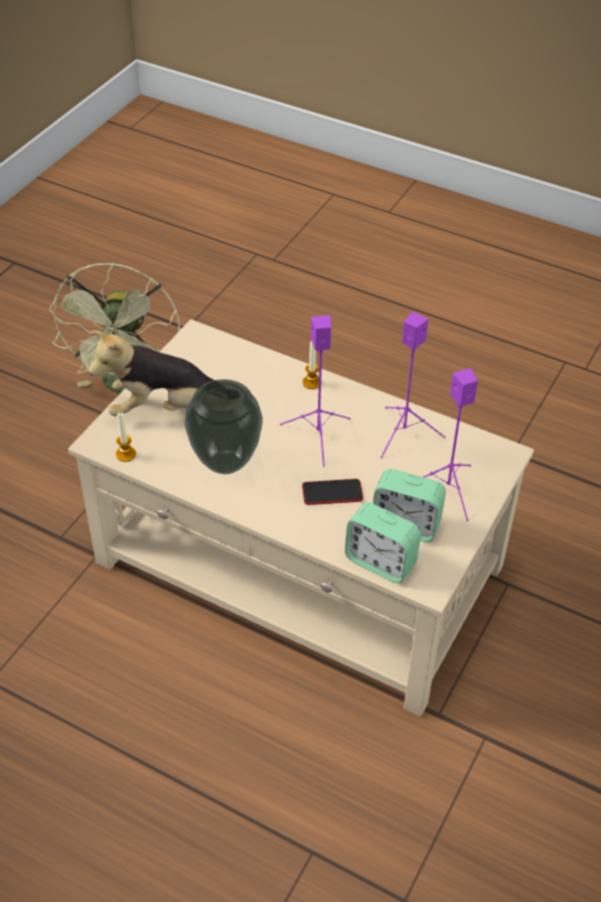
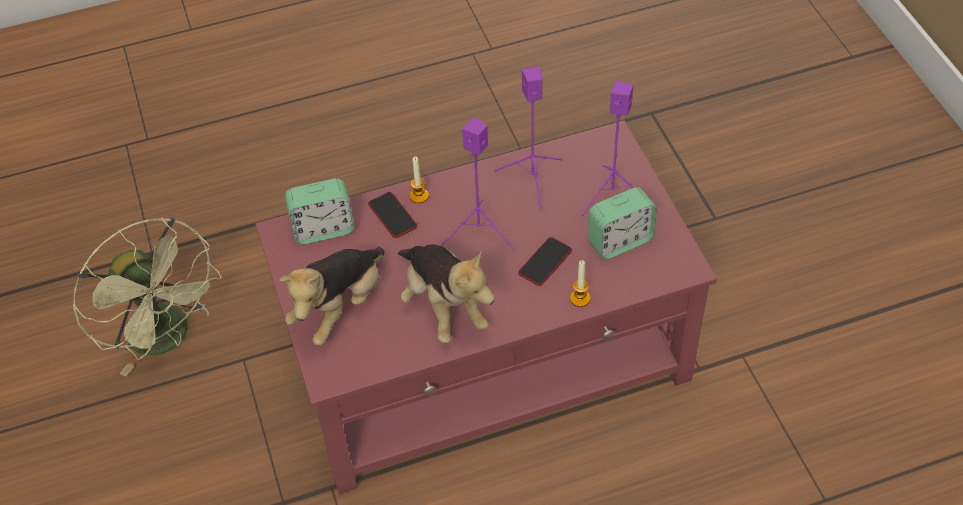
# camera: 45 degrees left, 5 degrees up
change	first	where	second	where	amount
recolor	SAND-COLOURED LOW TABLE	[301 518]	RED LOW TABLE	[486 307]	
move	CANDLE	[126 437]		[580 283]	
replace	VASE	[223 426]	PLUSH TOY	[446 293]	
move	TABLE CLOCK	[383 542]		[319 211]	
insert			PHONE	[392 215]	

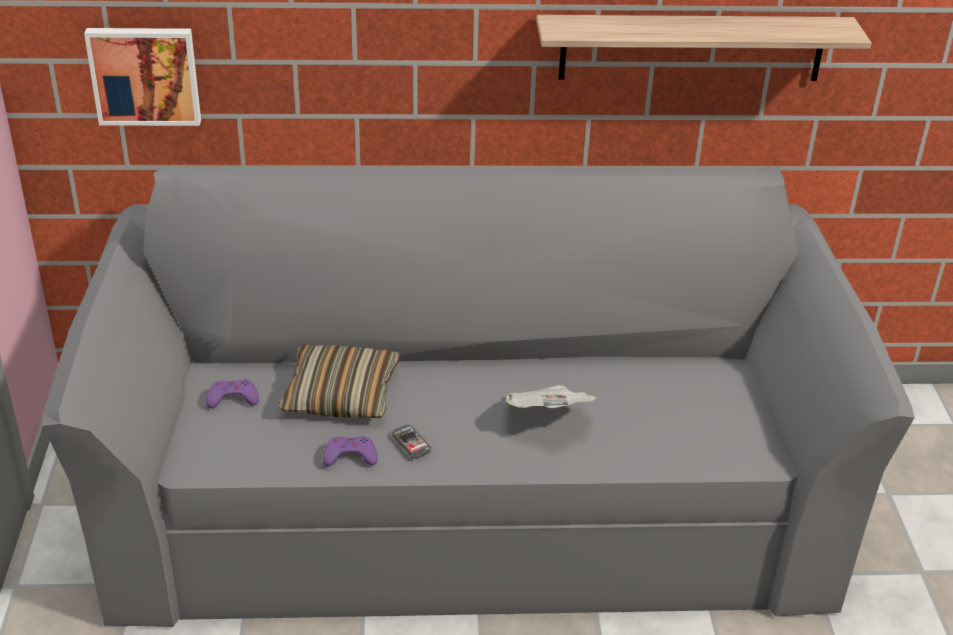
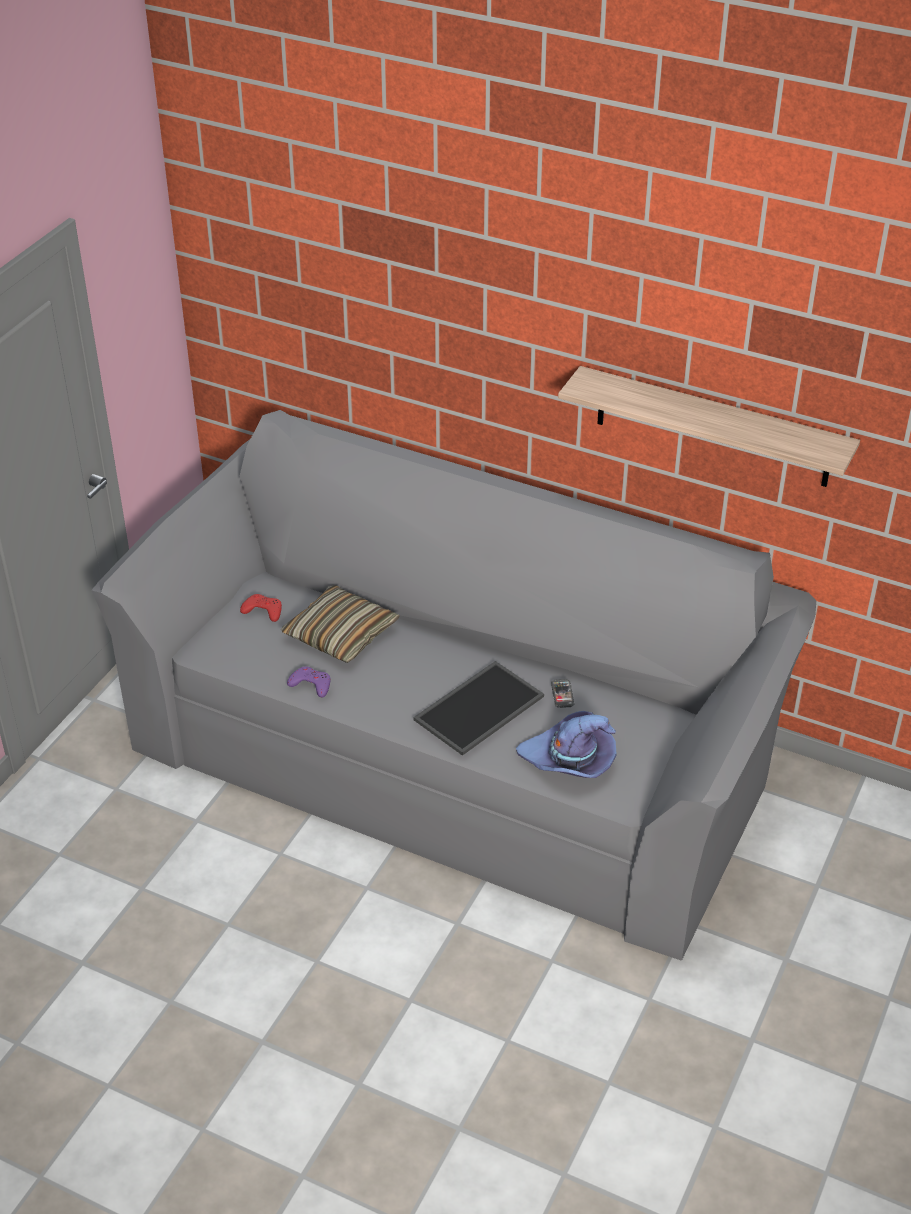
# camera: 30 degrees right, 5 degrees up
change	first	where	second	where	amount
delete	WALL PICTURE	[142 77]			
recolor	PURPLE GAME CONTROLLER	[232 393]	RED GAME CONTROLLER	[261 608]	
move	PHONE	[411 441]		[562 693]	
replace	DAILY PAPER	[551 396]	TRAY	[478 708]	
insert			PURPLE HAT	[566 744]	

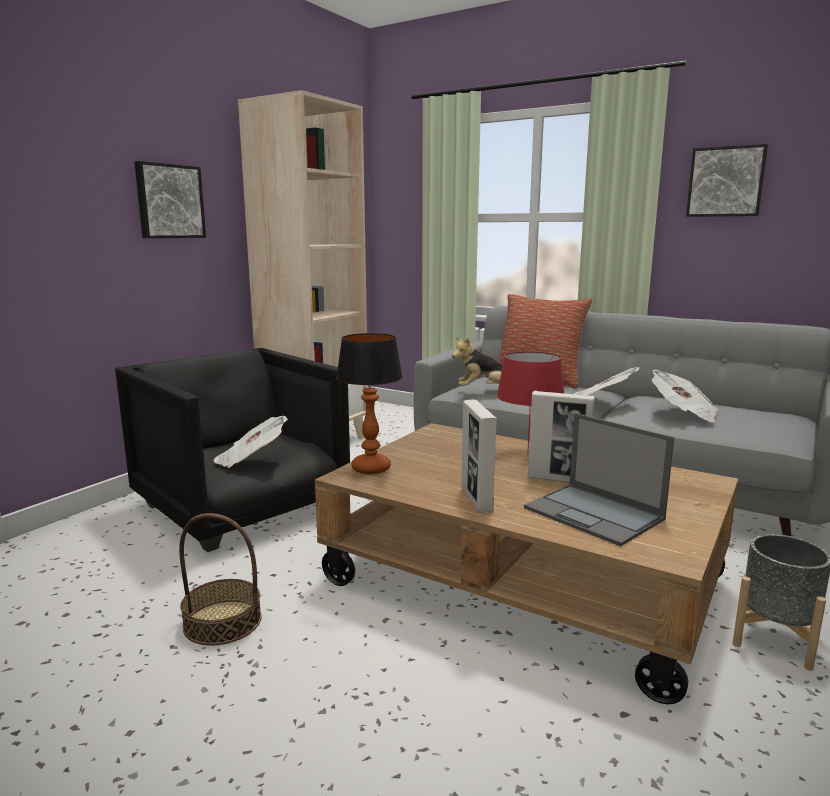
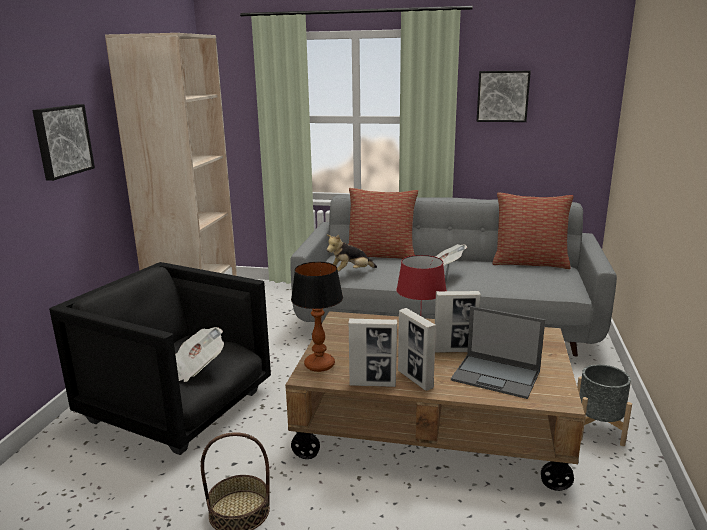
# camera: 20 degrees left, 5 degrees up
change	first	where	second	where	amount
delete	DAILY PAPER	[685 396]			
insert			PHOTO FRAME	[372 352]	
insert			CUSHION	[533 230]	

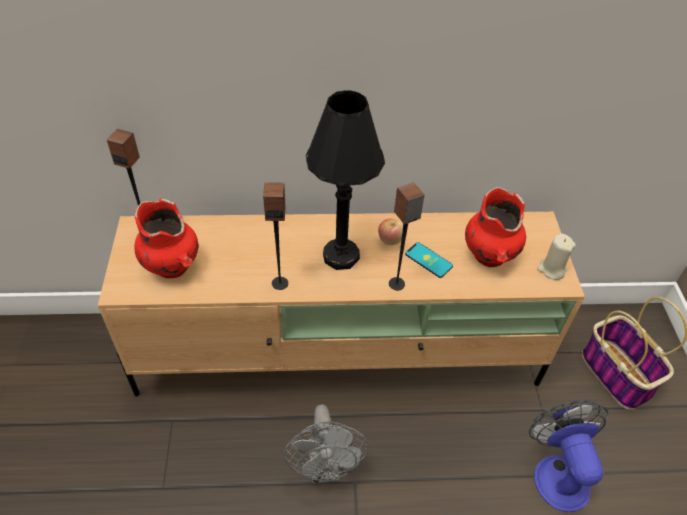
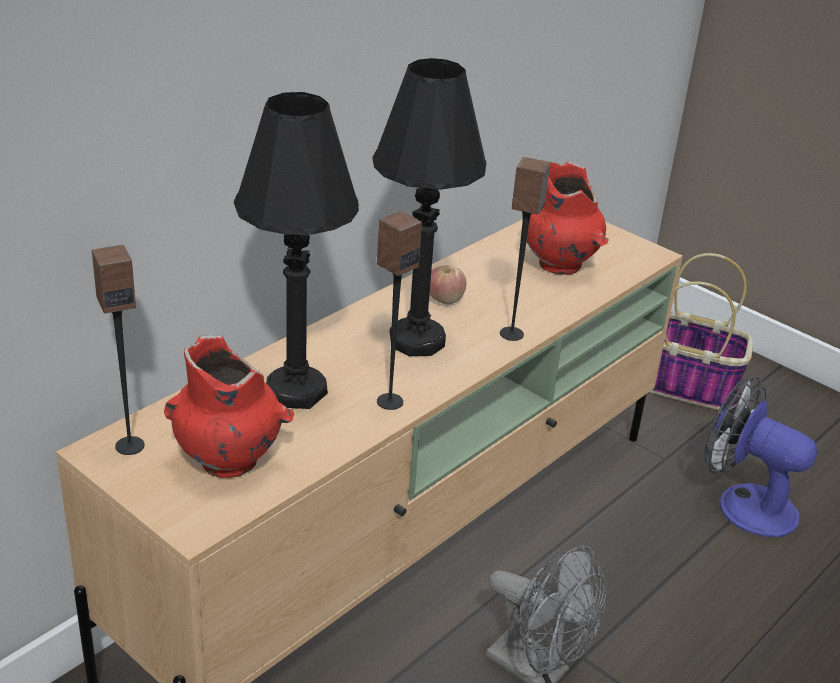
# camera: 45 degrees left, 15 degrees down
change	first	where	second	where	amount
delete	PHONE	[429 260]			
delete	SAND-COLOURED CANDLE	[556 256]			
insert			BLACK TABLE LAMP	[296 250]	

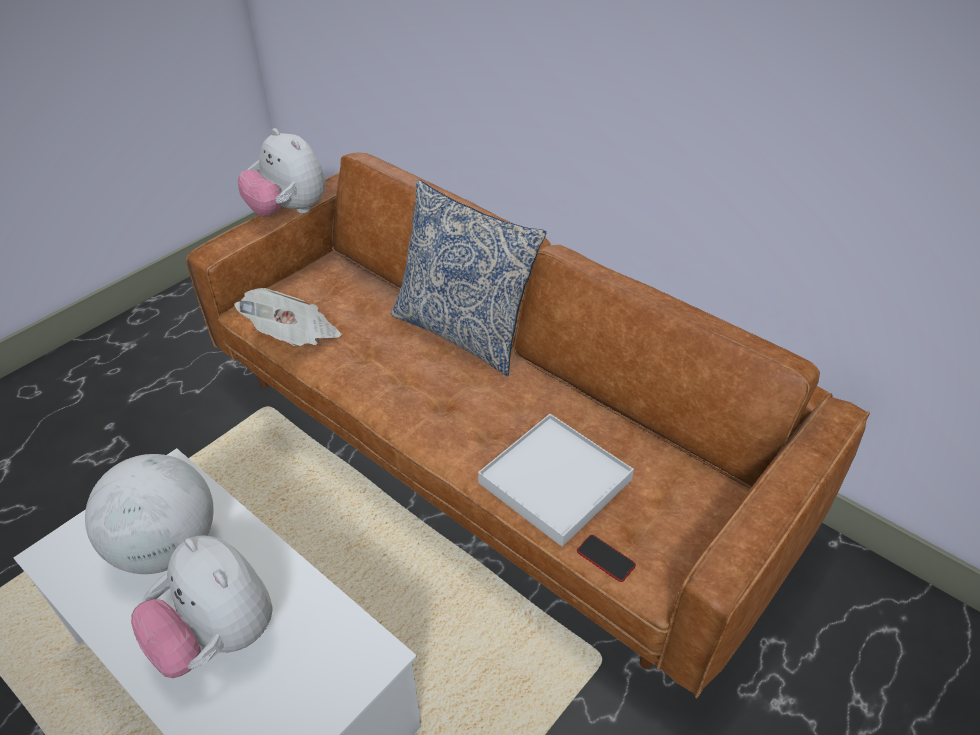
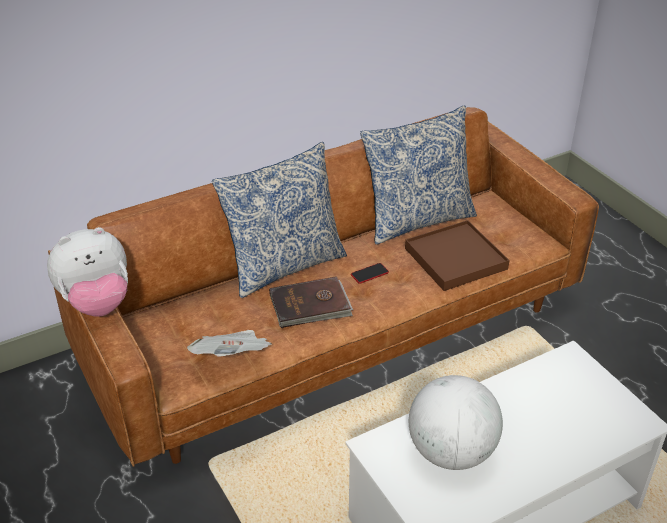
# camera: 70 degrees left, 5 degrees down
change	first	where	second	where	amount
delete	PLUSH TOY	[202 606]			
recolor	WHITE-COLOURED TRAY	[556 480]	BROWNISH TRAY	[457 255]	
move	PHONE	[606 558]		[370 273]	
insert			BROWNISH VOLUME	[311 302]	
insert			CUSHION	[418 175]	

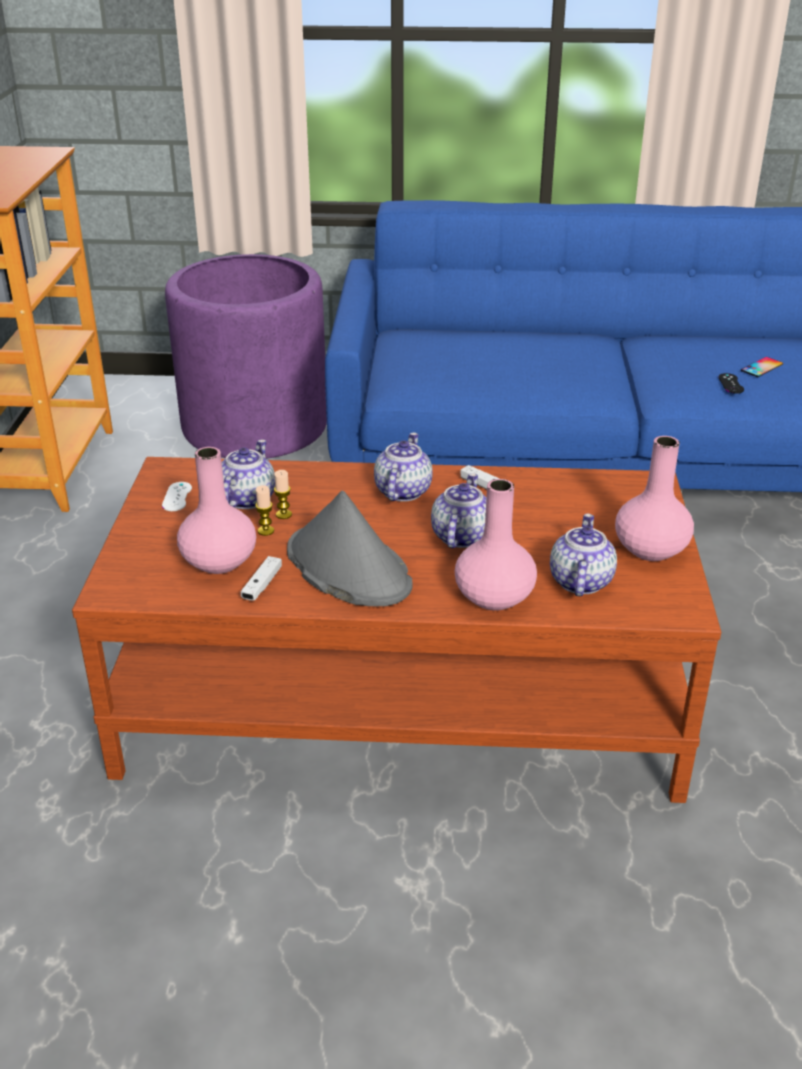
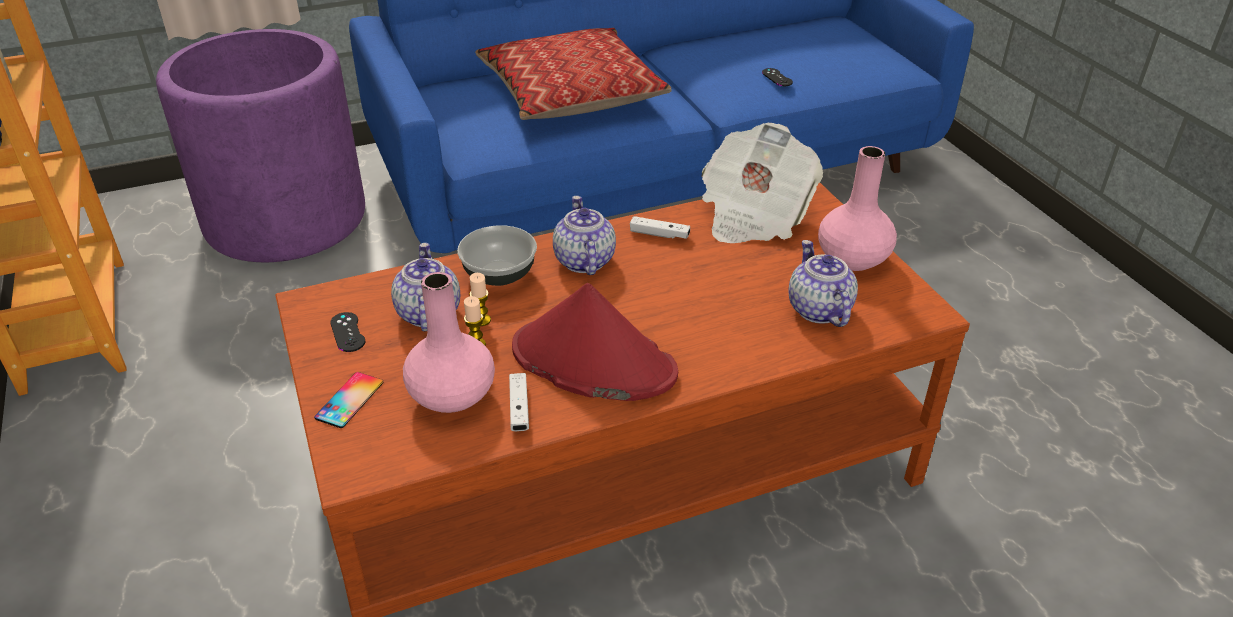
# camera: 25 degrees left, 5 degrees up
change	first	where	second	where	amount
recolor	WHITE-COLOURED GAME CONTROLLER	[177 496]	BLACK GAME CONTROLLER	[347 332]	
recolor	GRAY HAT	[349 548]	RED HAT	[595 342]	
delete	POT FOR TEA	[458 510]			
delete	PINK VASE	[496 545]			
move	PHONE	[762 367]		[349 400]	
insert			DEEP DISH	[497 255]	
insert			CUSHION	[573 74]	
insert			DAILY PAPER	[762 183]	

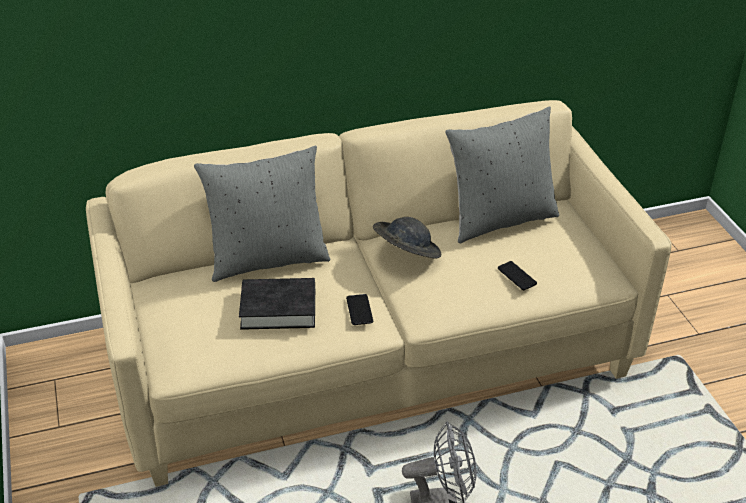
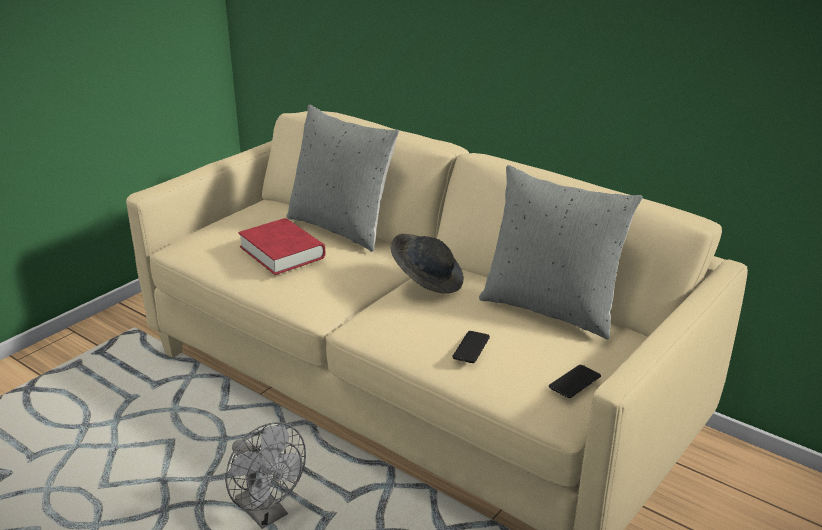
# camera: 55 degrees right, 10 degrees down
change	first	where	second	where	amount
recolor	BLACK VOLUME	[277 304]	RED VOLUME	[281 246]	
move	PHONE	[360 309]		[575 381]	

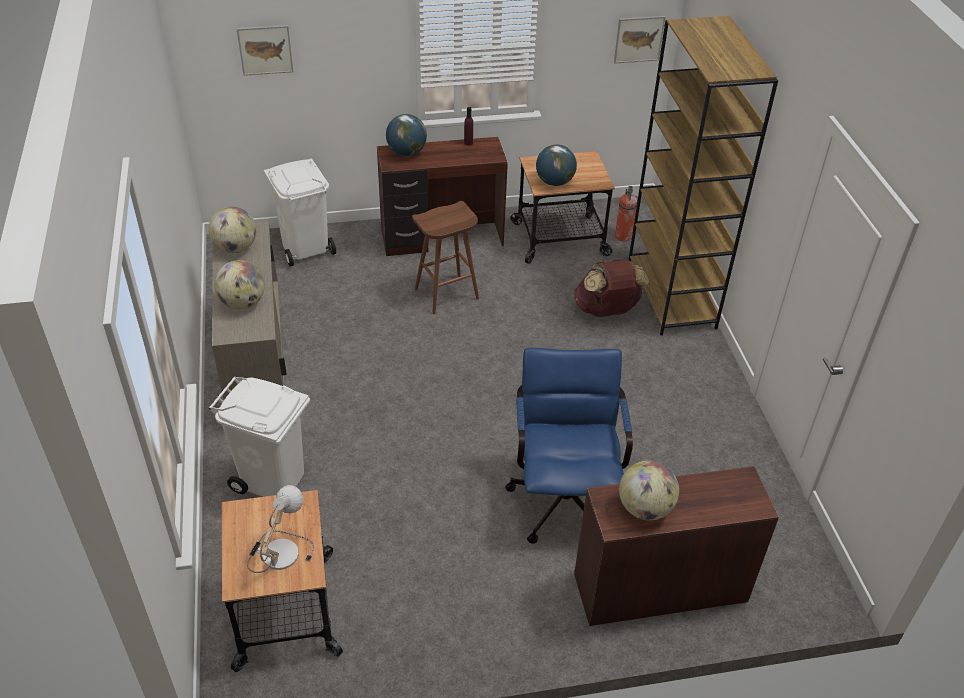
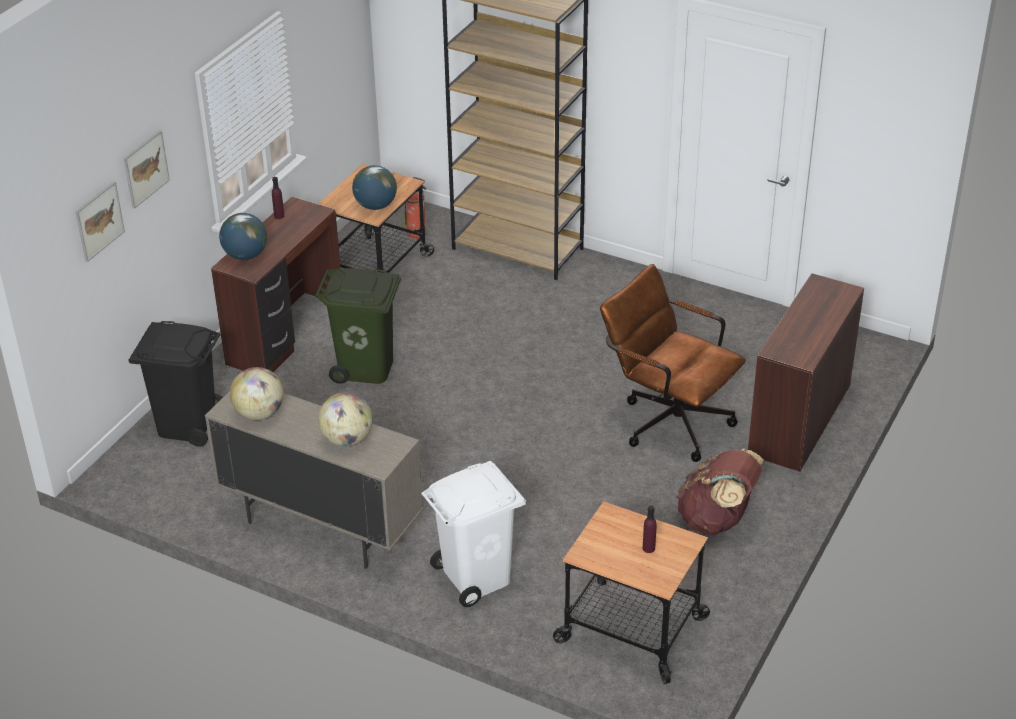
# camera: 50 degrees left, 5 degrees down
change	first	where	second	where	amount
replace	TABLE LAMP	[280 529]	PURPLE BOTTLE	[649 529]	
recolor	WHITE-COLOURED WASTE BIN	[300 212]	BLACK WASTE BIN	[175 384]	
replace	BROWNISH STOOL SEAT	[445 257]	GREEN WASTE BIN	[358 326]	
recolor	BLUE COMPUTER CHAIR	[569 446]	BROWNISH COMPUTER CHAIR	[673 363]	
move	BROWNISH KNAPSACK	[611 288]		[720 491]	
move	WALL PICTURE	[640 40]		[146 169]	
delete	GLOBE	[649 490]			

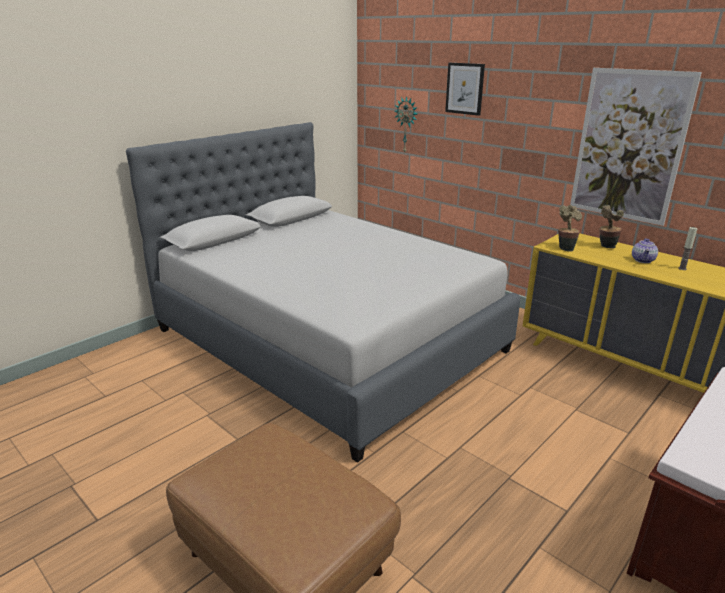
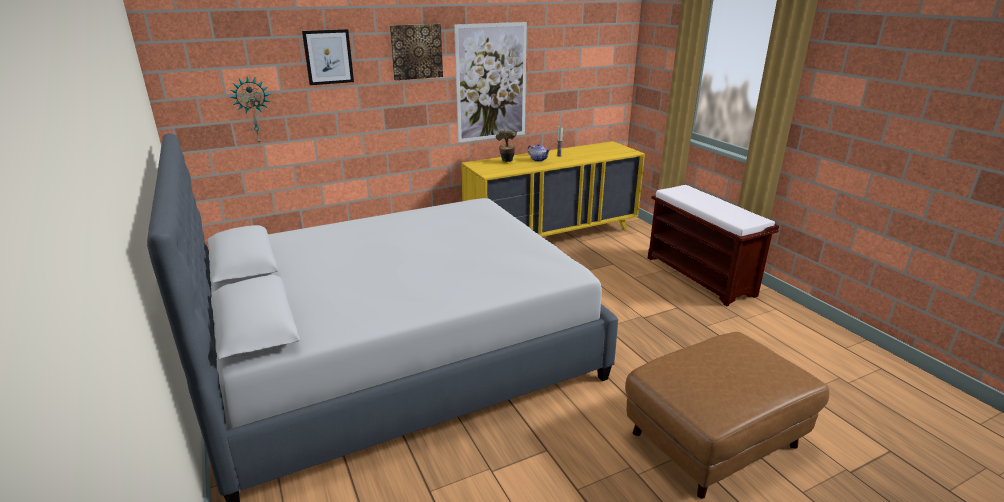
# camera: 70 degrees left, 0 degrees up
change	first	where	second	where	amount
delete	POTTED PLANT	[570 228]			
insert			WALL PICTURE	[416 52]	

